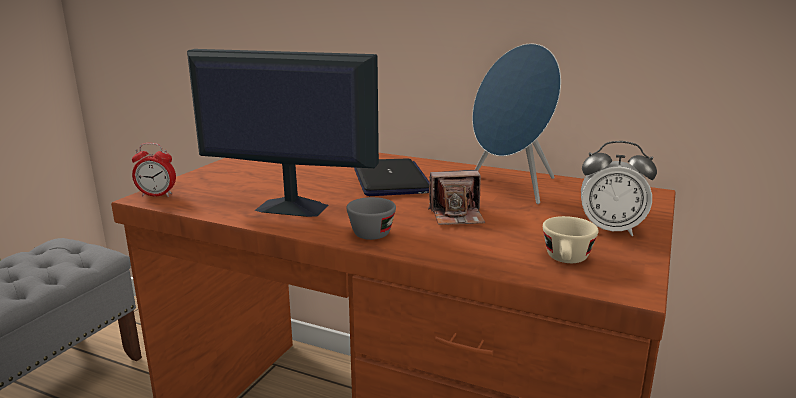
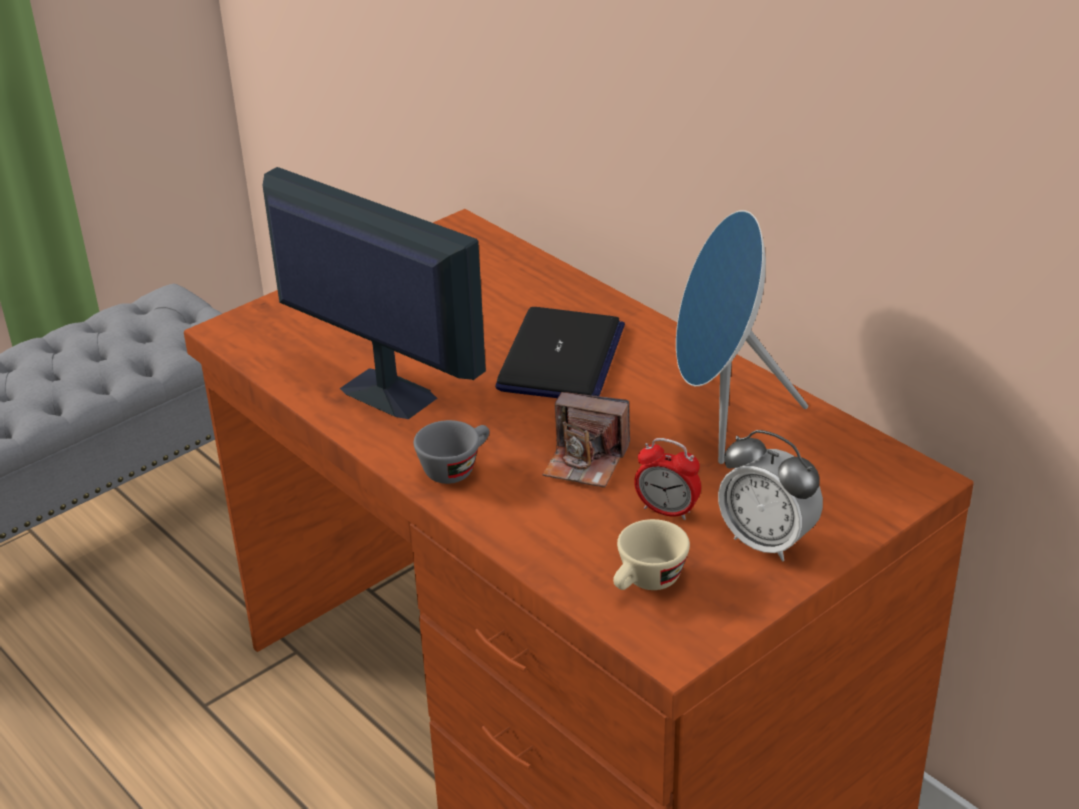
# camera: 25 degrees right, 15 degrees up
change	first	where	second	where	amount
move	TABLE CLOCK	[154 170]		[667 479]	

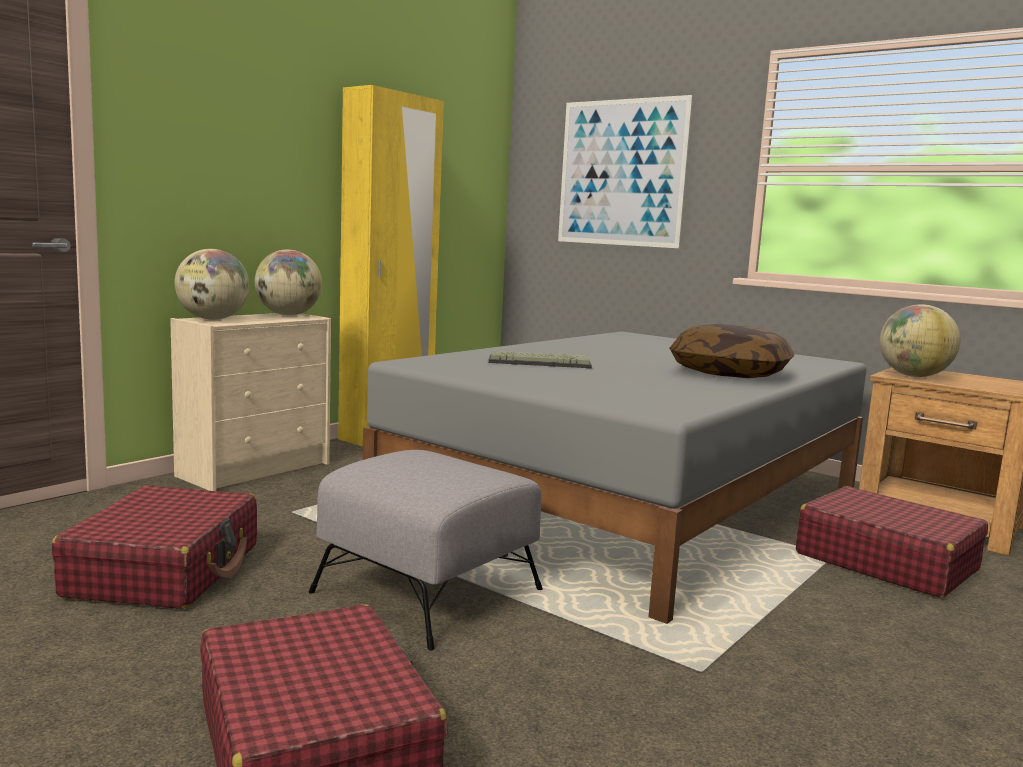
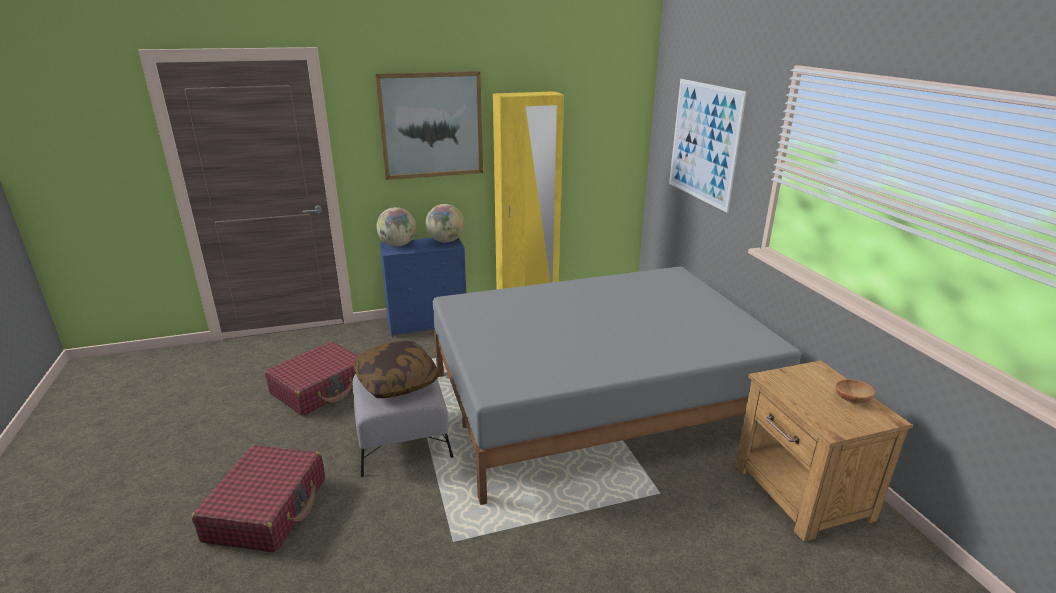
# camera: 35 degrees right, 15 degrees up
change	first	where	second	where	amount
recolor	SAND-COLOURED DRAWER CHEST	[250 402]	BLUE DRAWER CHEST	[423 287]	
delete	KEYBOARD	[540 359]			
move	CUSHION	[731 351]		[396 369]	
delete	RED TRAVEL CASE	[892 542]			
delete	GLOBE	[920 340]			
insert			WALL PICTURE	[429 125]	
insert			BROWNISH DEEP DISH	[855 391]	

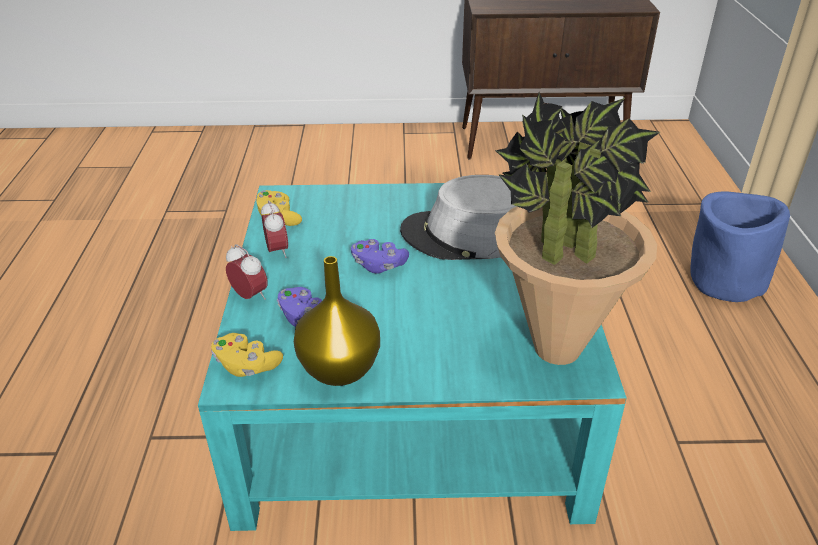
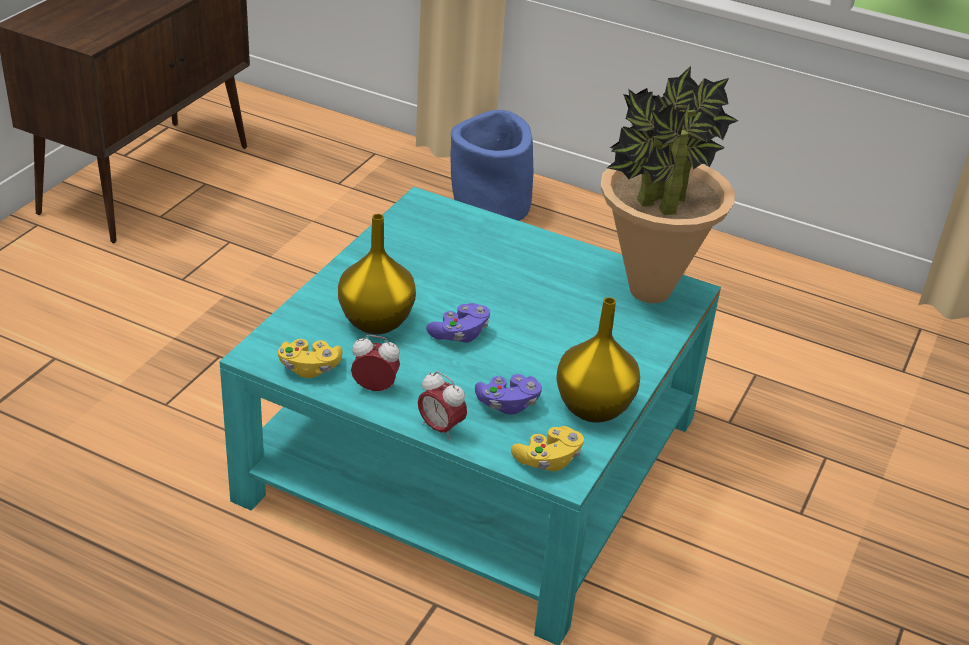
# camera: 65 degrees left, 0 degrees up
change	first	where	second	where	amount
rotate	TABLE CLOCK	[246 272]		[442 406]	120 degrees counterclockwise
delete	GRAY HAT	[458 217]			
insert			YELLOWISH VASE	[377 274]	

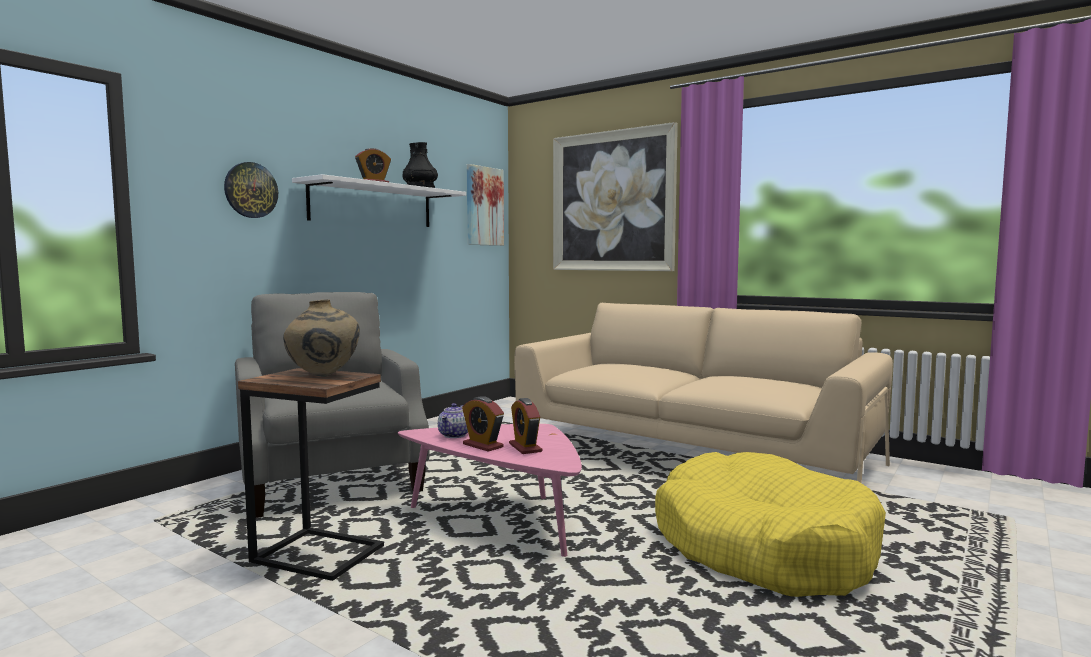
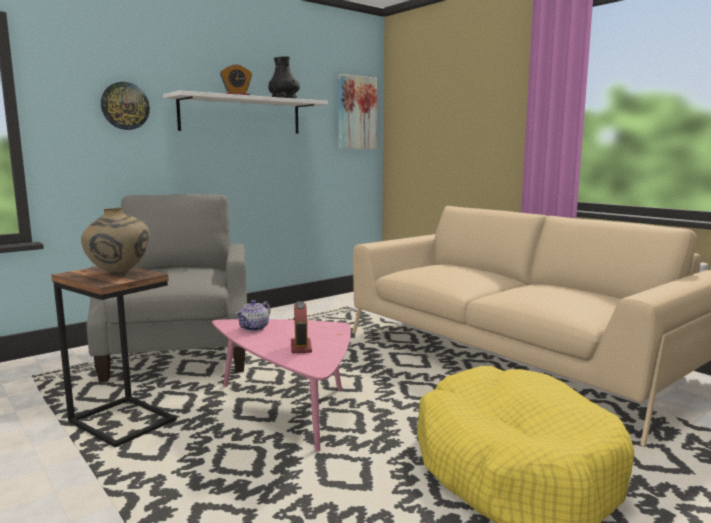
# camera: 15 degrees right, 5 degrees up
change	first	where	second	where	amount
delete	TABLE CLOCK	[483 424]			
delete	WALL PICTURE	[615 196]			

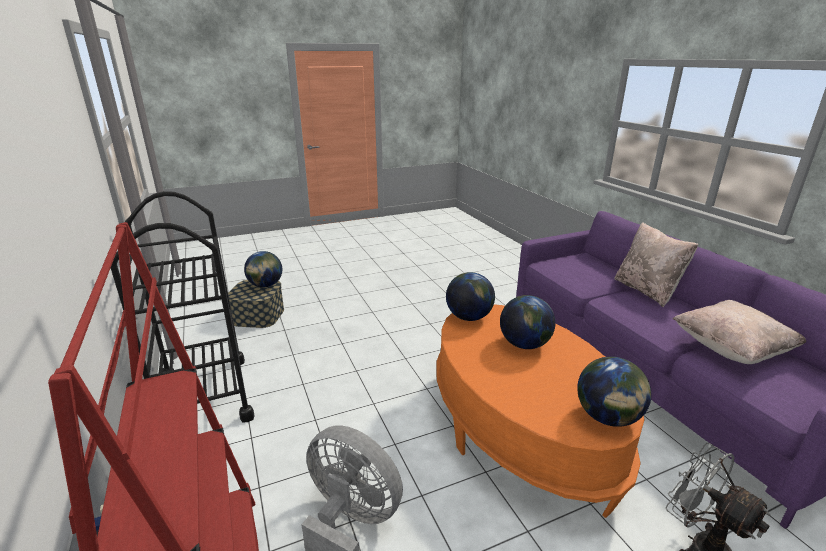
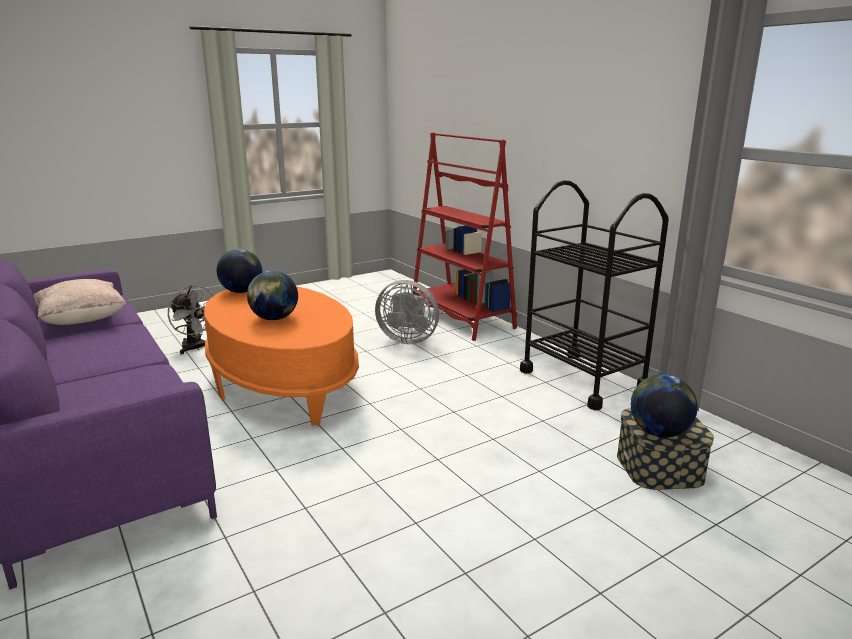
# camera: 170 degrees right, 5 degrees down
change	first	where	second	where	amount
delete	GLOBE	[470 296]			
delete	SAND-COLOURED CUSHION	[656 265]			

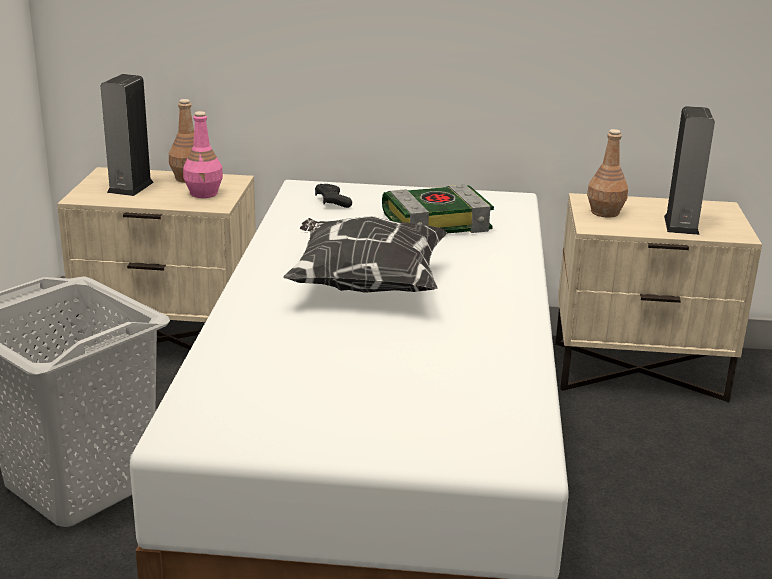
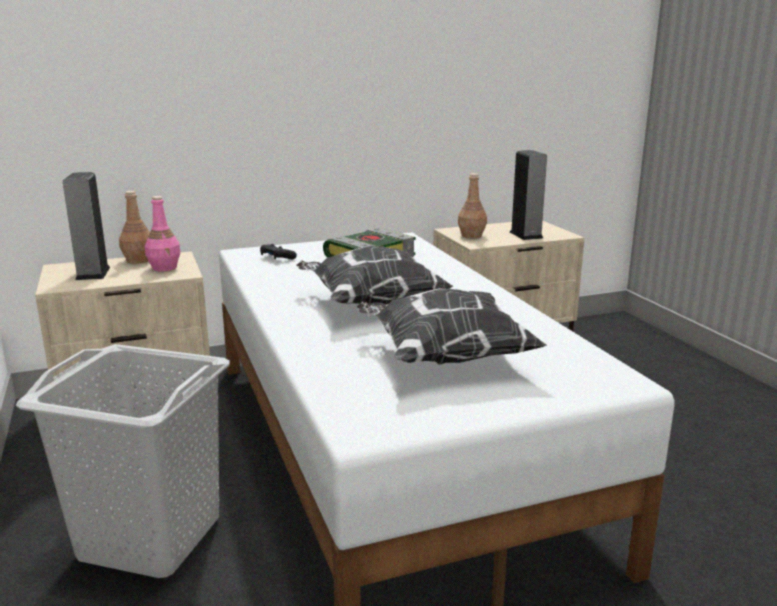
# camera: 25 degrees left, 5 degrees down
change	first	where	second	where	amount
insert			CUSHION	[451 326]	

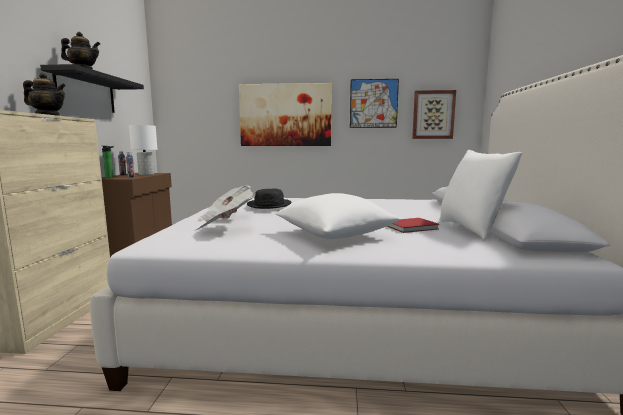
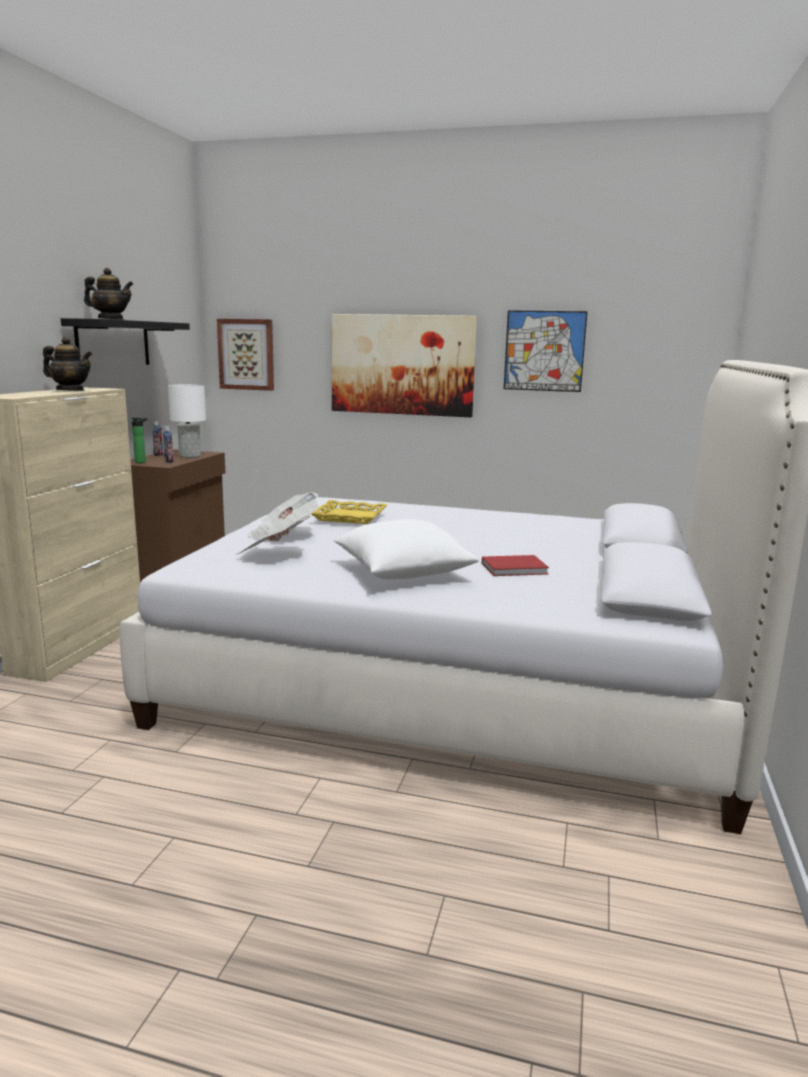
# camera: 10 degrees right, 5 degrees up
change	first	where	second	where	amount
replace	BLACK HAT	[269 198]	YELLOWISH TRAY	[349 512]	
move	WALL PICTURE	[434 114]		[245 355]	
delete	WHITE-COLOURED CUSHION	[481 195]			

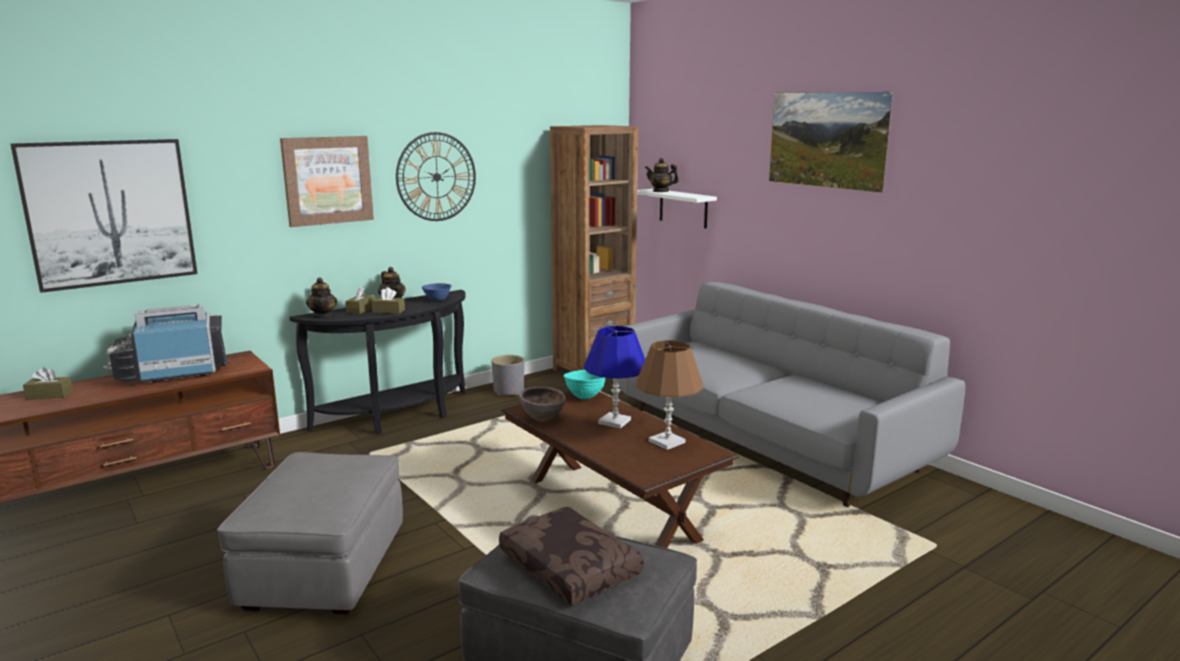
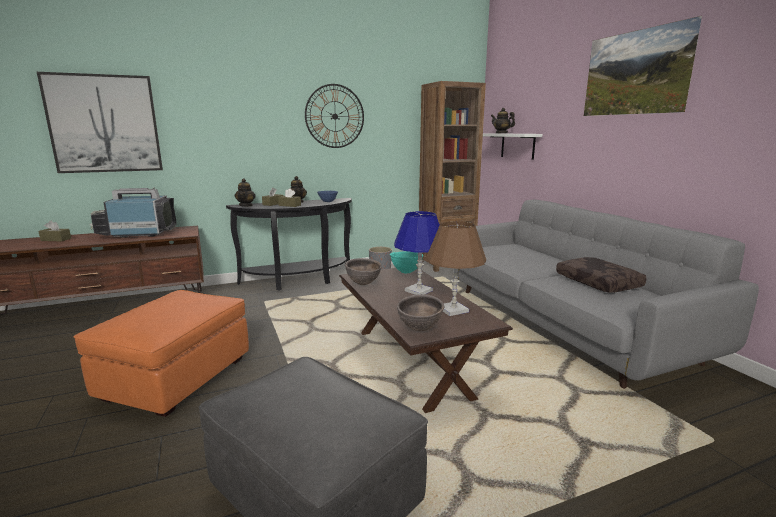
# camera: 15 degrees right, 0 degrees up
change	first	where	second	where	amount
recolor	GRAY FOOTREST	[310 533]	ORANGEY FOOTREST	[161 353]	
delete	WALL PICTURE	[327 181]			
move	BROWNISH CUSHION	[571 555]		[601 275]	
insert			BROWNISH DEEP DISH	[420 312]	

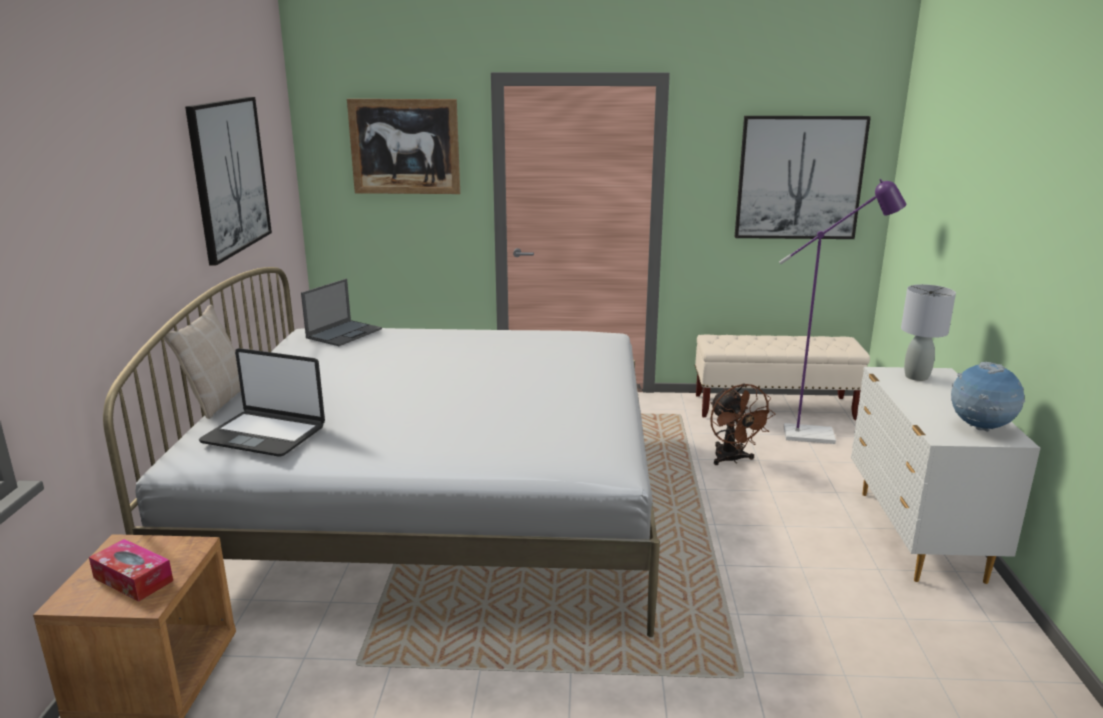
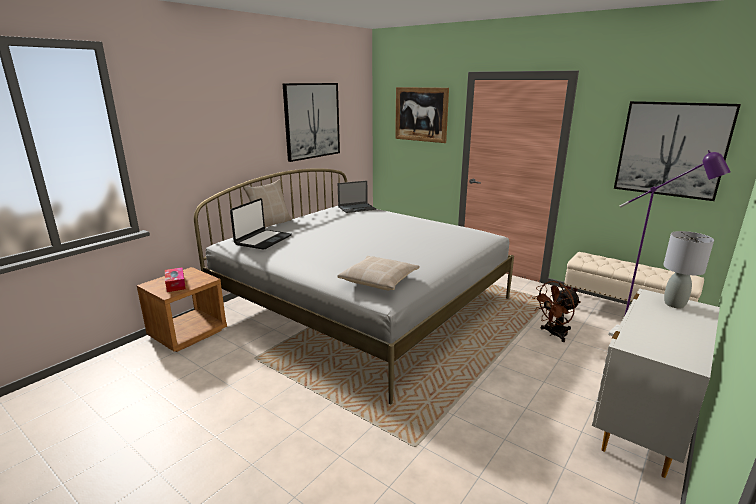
# camera: 35 degrees right, 0 degrees up
change	first	where	second	where	amount
rotate	PORTABLE COMPUTER	[262 402]		[261 224]	120 degrees counterclockwise
rotate	BROWNISH ELECTRIC FAN	[742 424]		[556 311]	45 degrees clockwise
delete	GLOBE	[988 397]			
insert			SAND-COLOURED CUSHION	[378 273]	

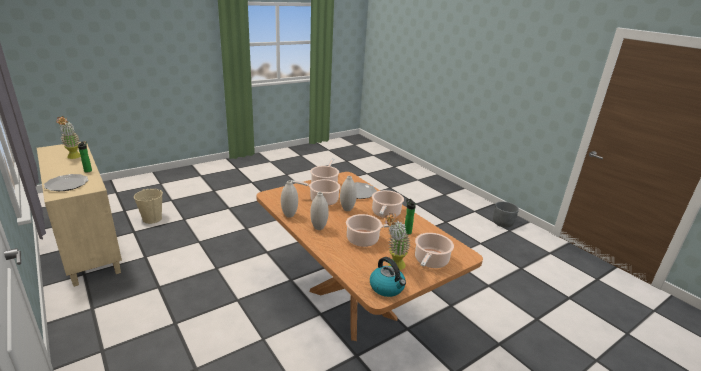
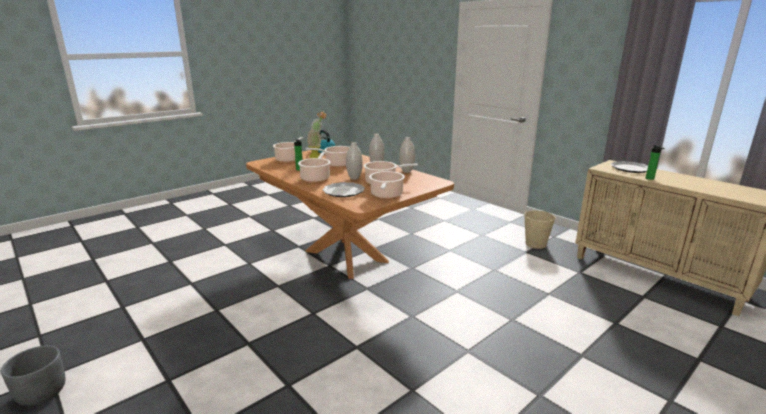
# camera: 175 degrees right, 5 degrees down
change	first	where	second	where	amount
delete	POTTED PLANT	[68 137]			
move	SAND-COLOURED WATER BUCKET	[148 206]		[539 229]	

